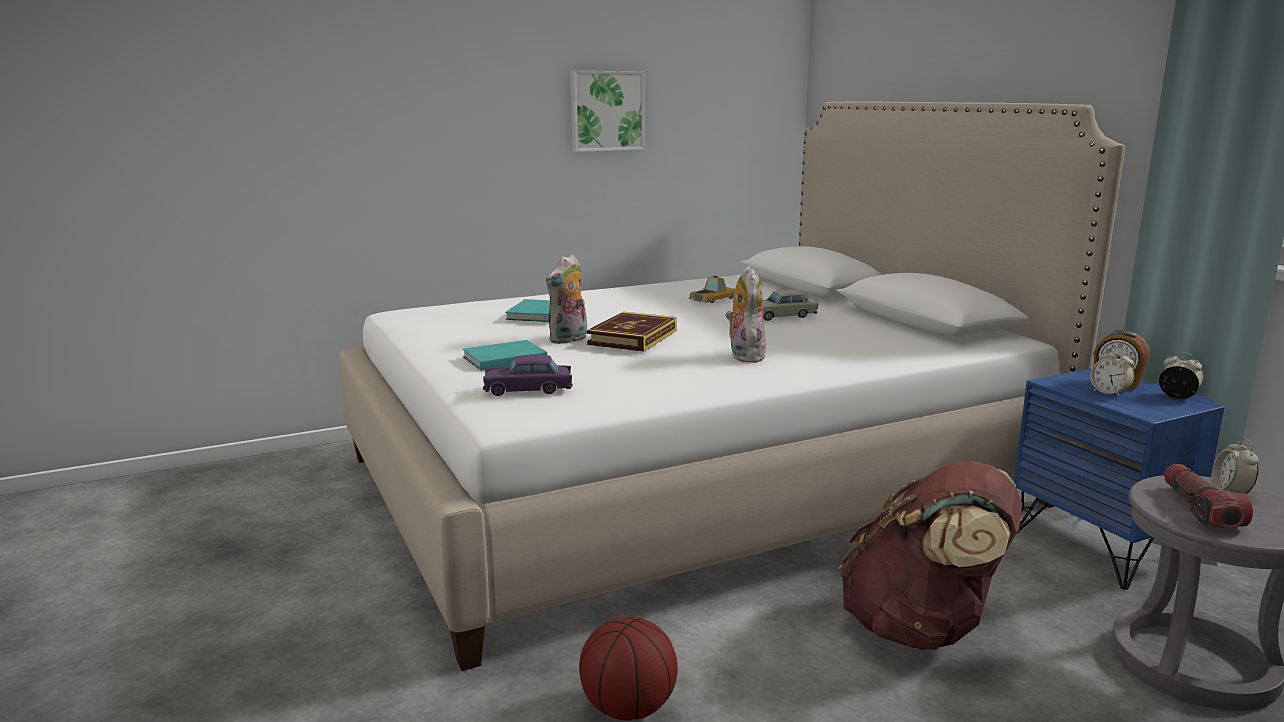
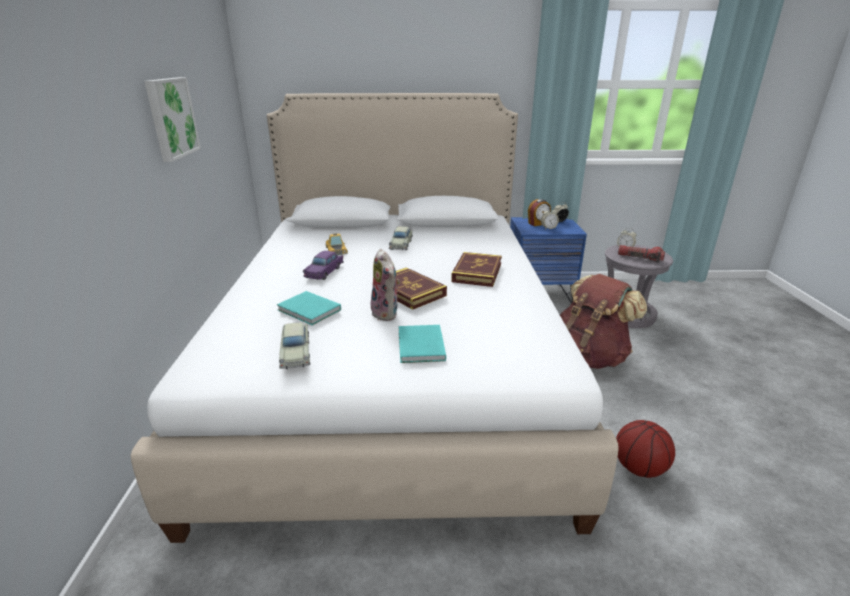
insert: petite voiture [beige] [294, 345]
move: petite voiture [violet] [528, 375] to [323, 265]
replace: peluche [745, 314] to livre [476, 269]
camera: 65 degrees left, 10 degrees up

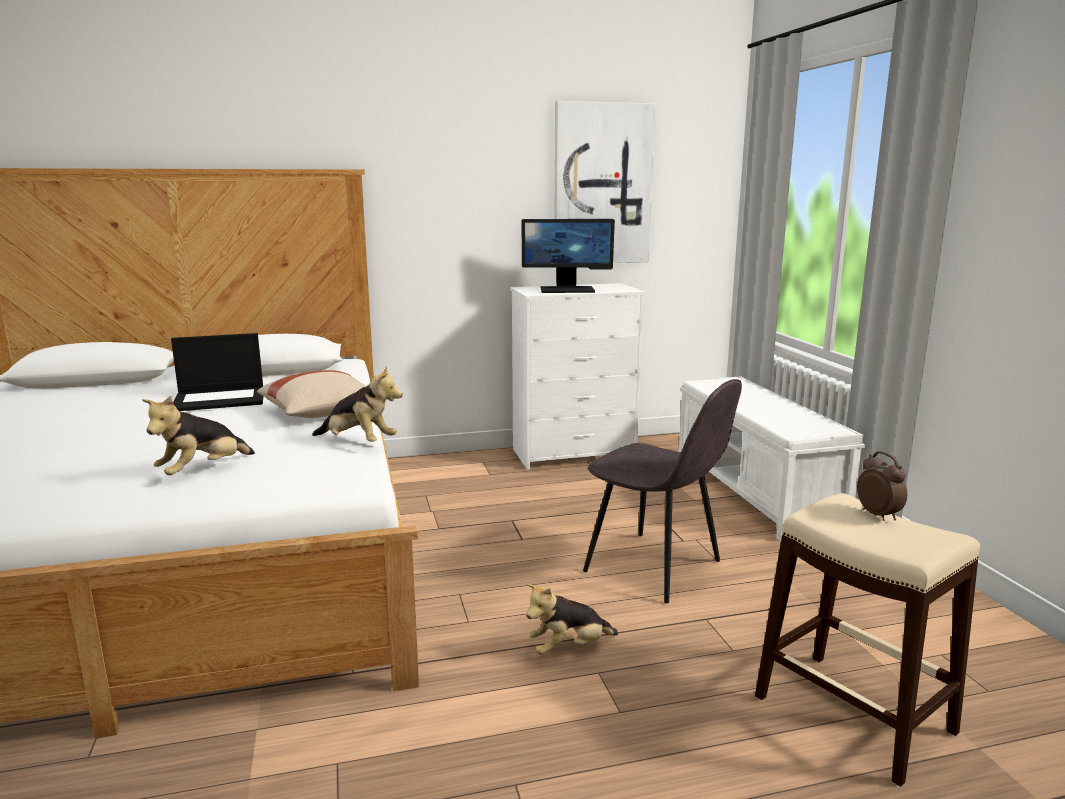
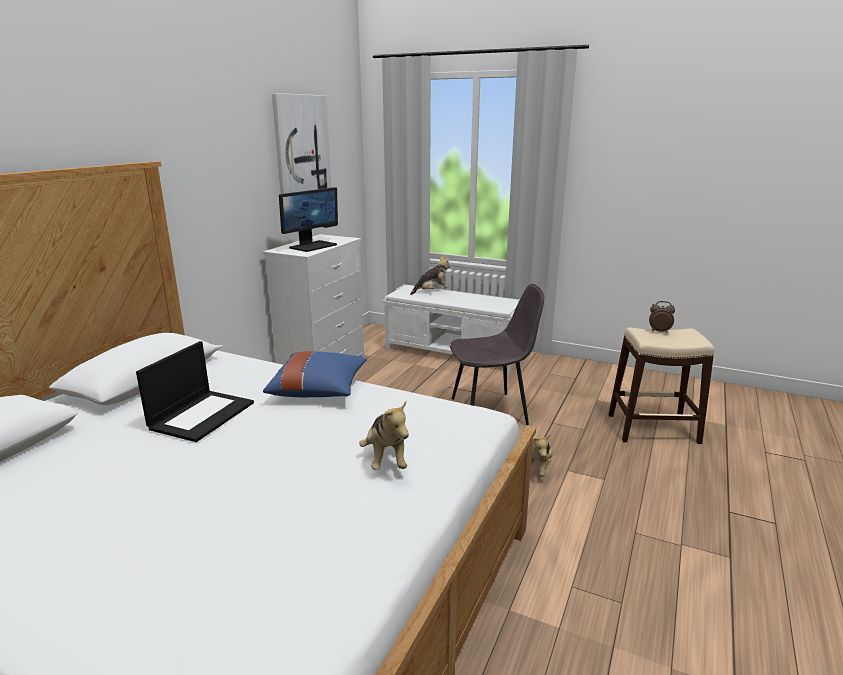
move: peluche [357, 403] to [430, 275]
recolor: coussin [beige] [311, 394] to coussin [bleu] [315, 374]
camera: 50 degrees left, 5 degrees up

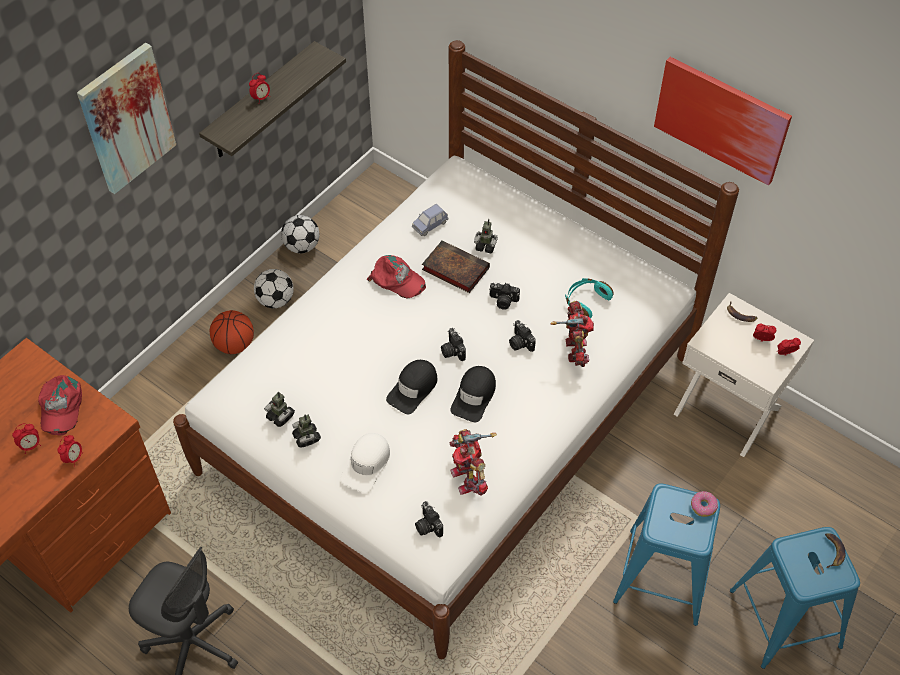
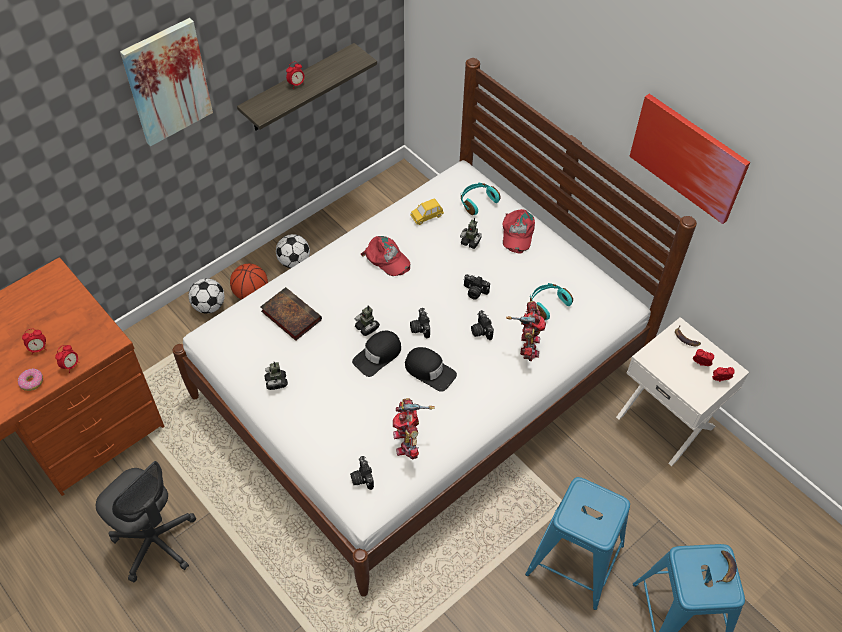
delete: casquette [blanc] [365, 463]
insert: casque audio [turquoise] [481, 198]
move: casquette [rouge] [60, 405] to [519, 231]; robot jouet [279, 409] to [367, 320]; ballon de foot [300, 234] to [206, 296]; livre [456, 266] to [291, 314]; beignet [704, 504] to [30, 380]
recolor: petite voiture [bleu] [430, 220] to petite voiture [jaune] [427, 211]
rotate: casquette [noir] [473, 394] = [431, 369] 90 degrees counterclockwise
camera: 10 degrees right, 0 degrees up

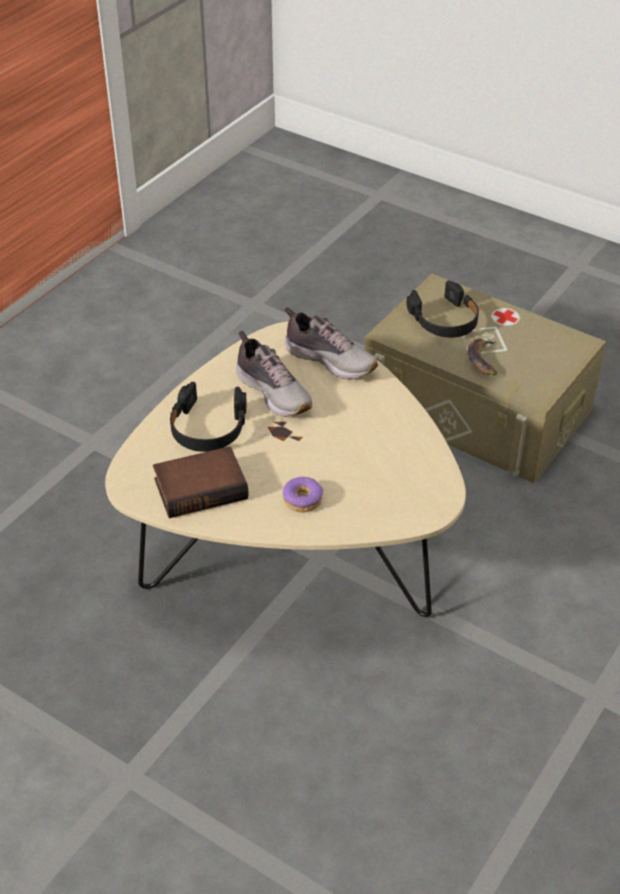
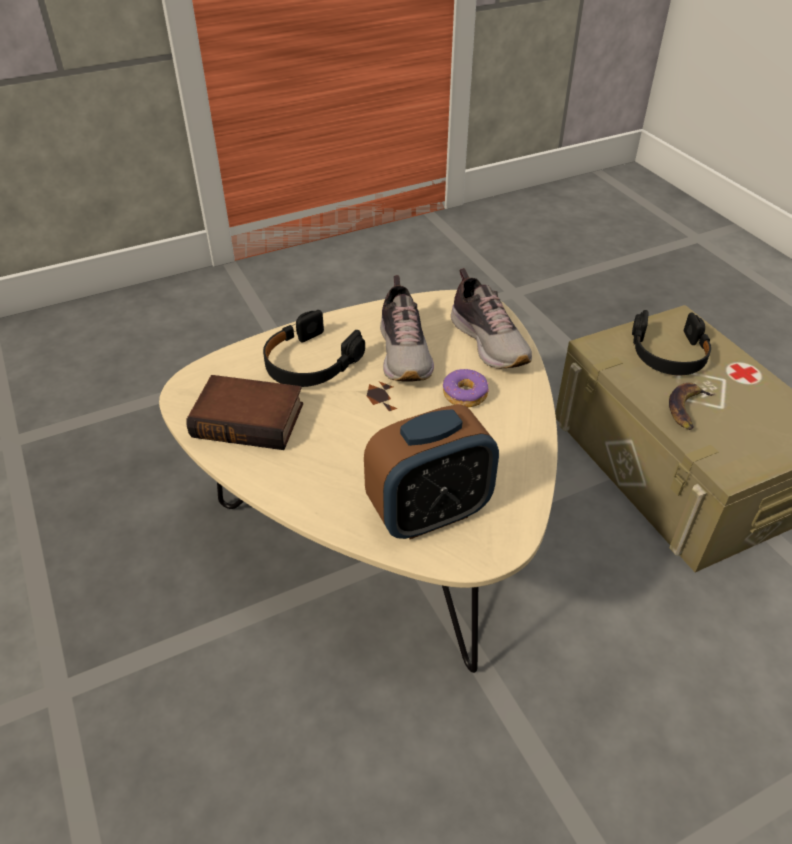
insert: réveil [431, 471]
move: beignet [303, 494] to [466, 388]
camera: 30 degrees right, 0 degrees up

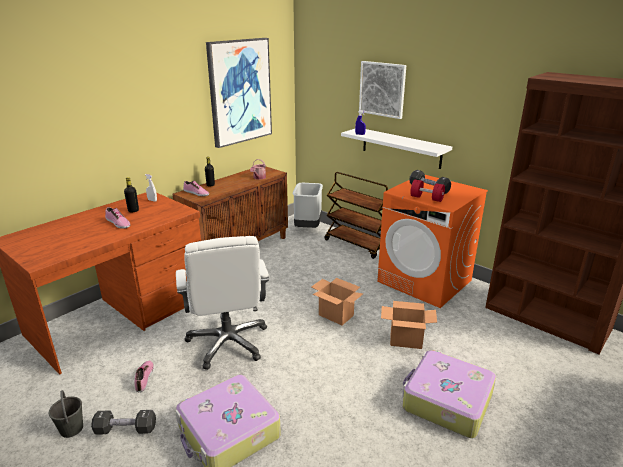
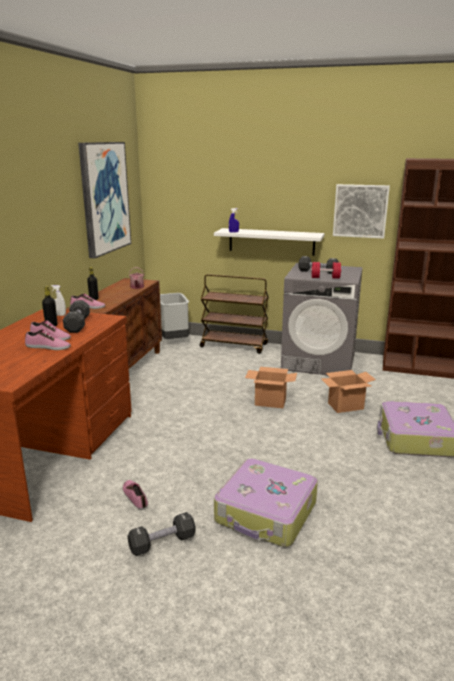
delete: seau [gris] [66, 414]; chaise de bureau [blanc] [223, 303]
insert: chaussure [48, 339]; haltère [noir] [76, 316]
move: tableau [383, 90] to [361, 211]
recolor: lave-linge [orange] [432, 241] to lave-linge [gris] [322, 319]
camera: 25 degrees left, 5 degrees down

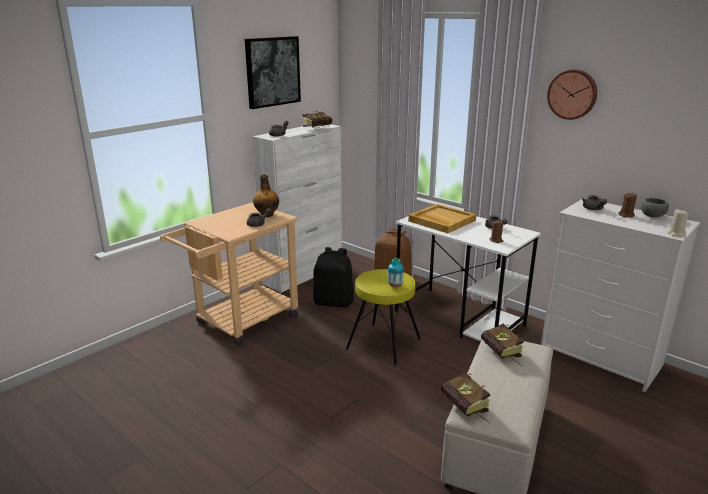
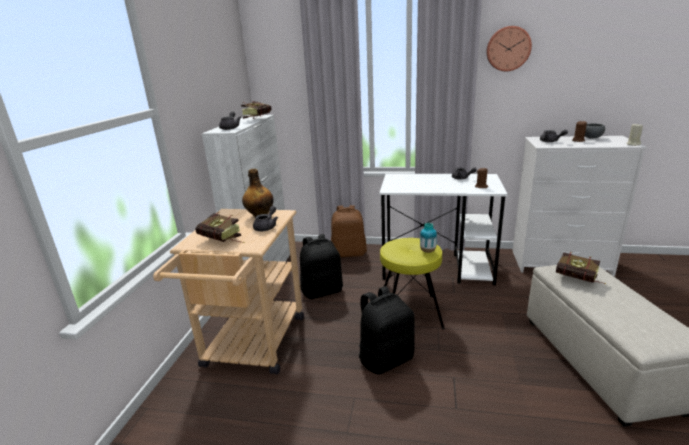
delete: tableau [273, 72]; plateau [beige] [442, 218]
insert: sac à dos [noir] [387, 330]
move: livre [465, 398] to [219, 227]
camera: 30 degrees left, 0 degrees up

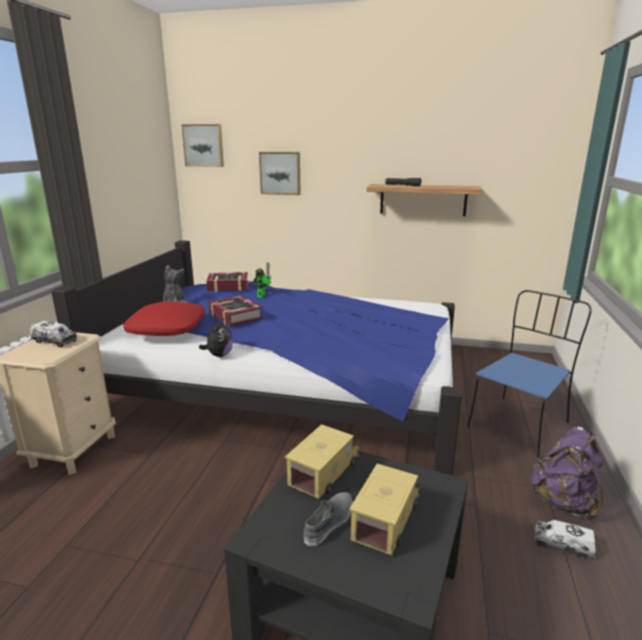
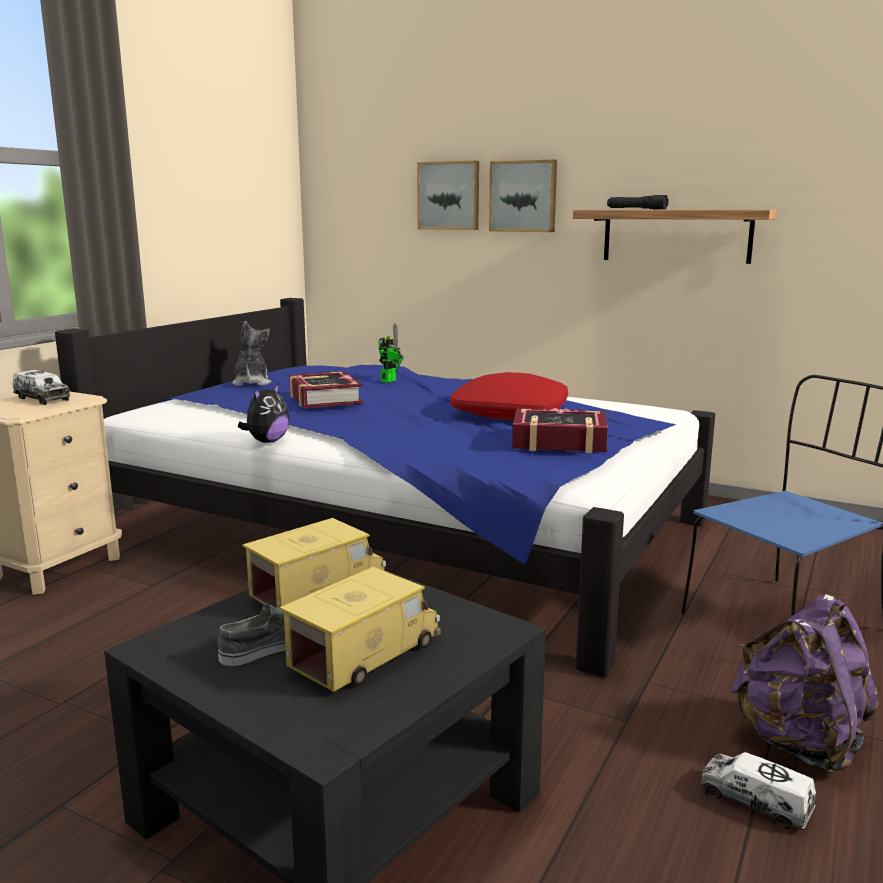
move: coussin [rouge] [164, 318] to [509, 396]; tableau [202, 145] to [523, 195]; livre [227, 282] to [560, 430]
camera: 15 degrees right, 5 degrees down

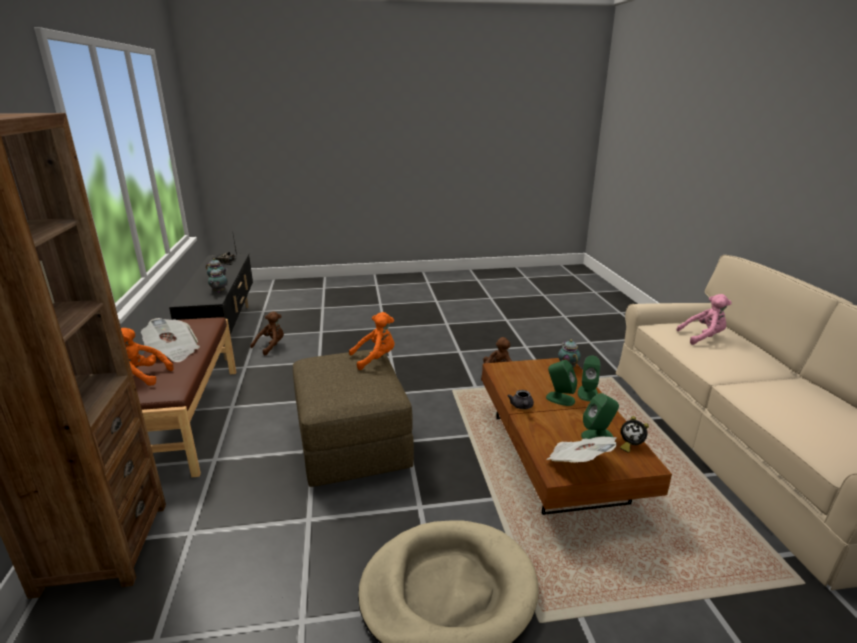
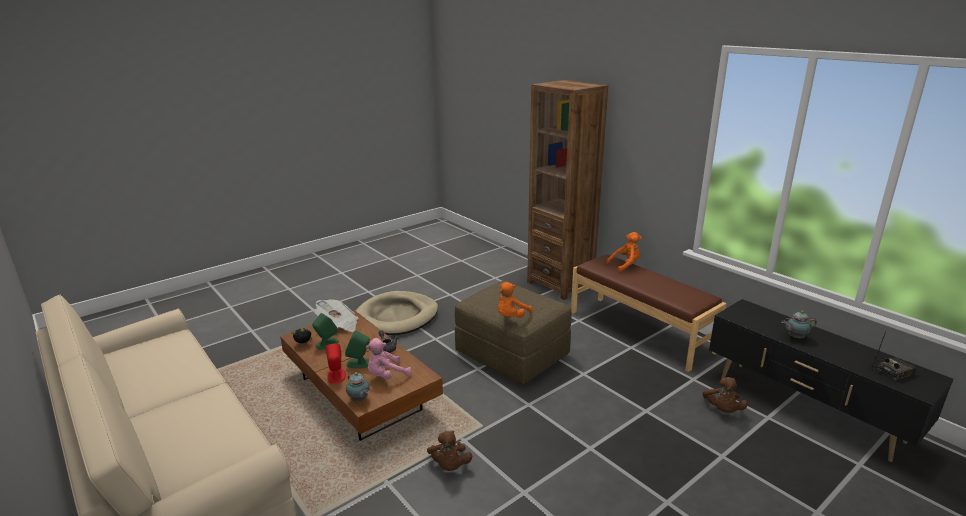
delete: journal [170, 340]; théière [217, 280]
move: peluche [rose] [704, 319] to [388, 359]
recolor: enceinte [vert] [589, 378] to enceinte [rouge] [336, 363]
camera: 150 degrees right, 0 degrees up

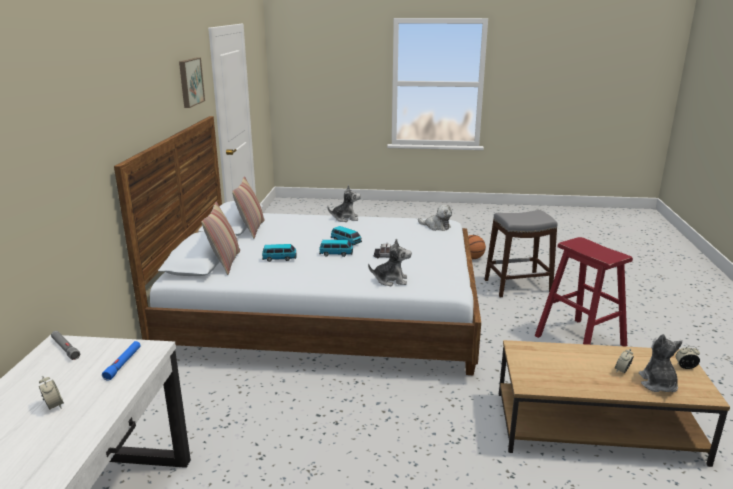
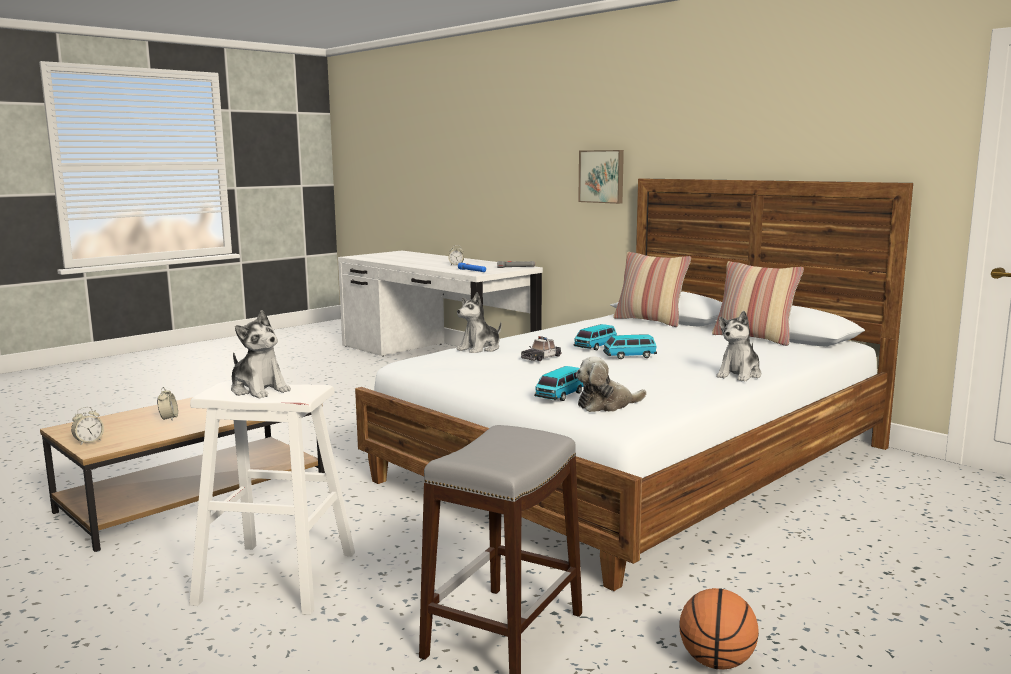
move: tableau [192, 83] to [601, 177]; petite voiture [279, 253] to [558, 383]; peluche [660, 363] to [261, 354]
recolor: tabouret [rouge] [584, 292] to tabouret [blanc] [272, 498]
camera: 130 degrees right, 10 degrees down

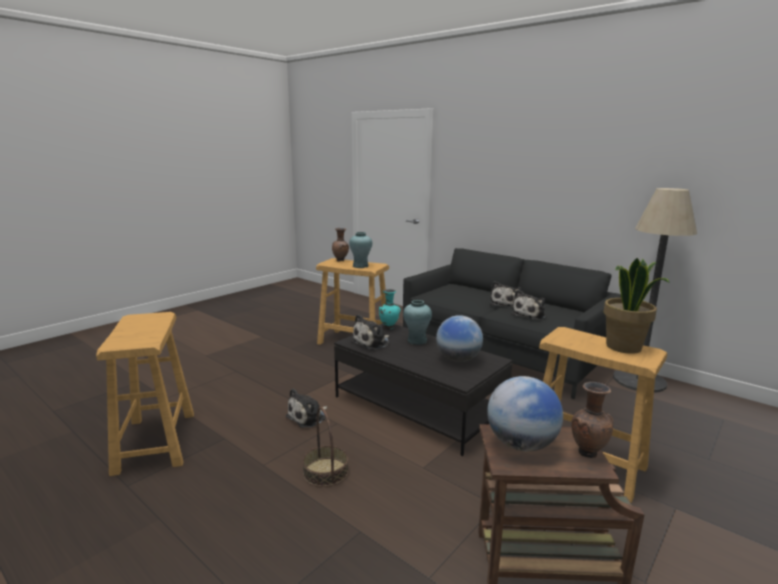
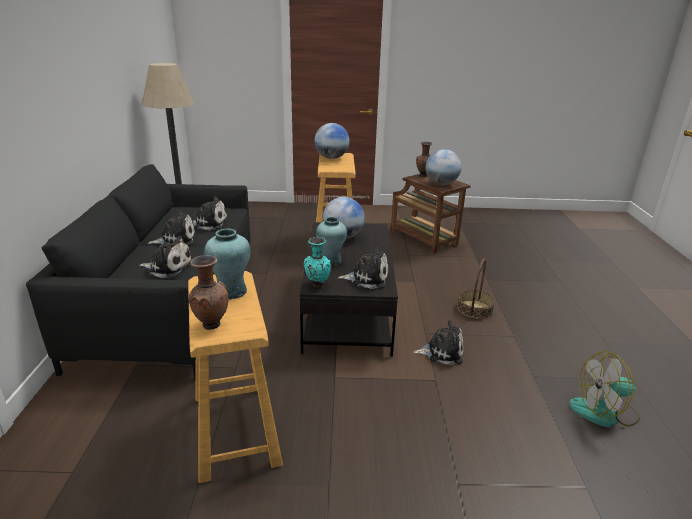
insert: peluche [165, 257]
replace: tabouret [beige] [145, 394] to ventilateur [604, 389]; plante en pot [636, 306] to globe [332, 141]
camera: 130 degrees left, 10 degrees up

